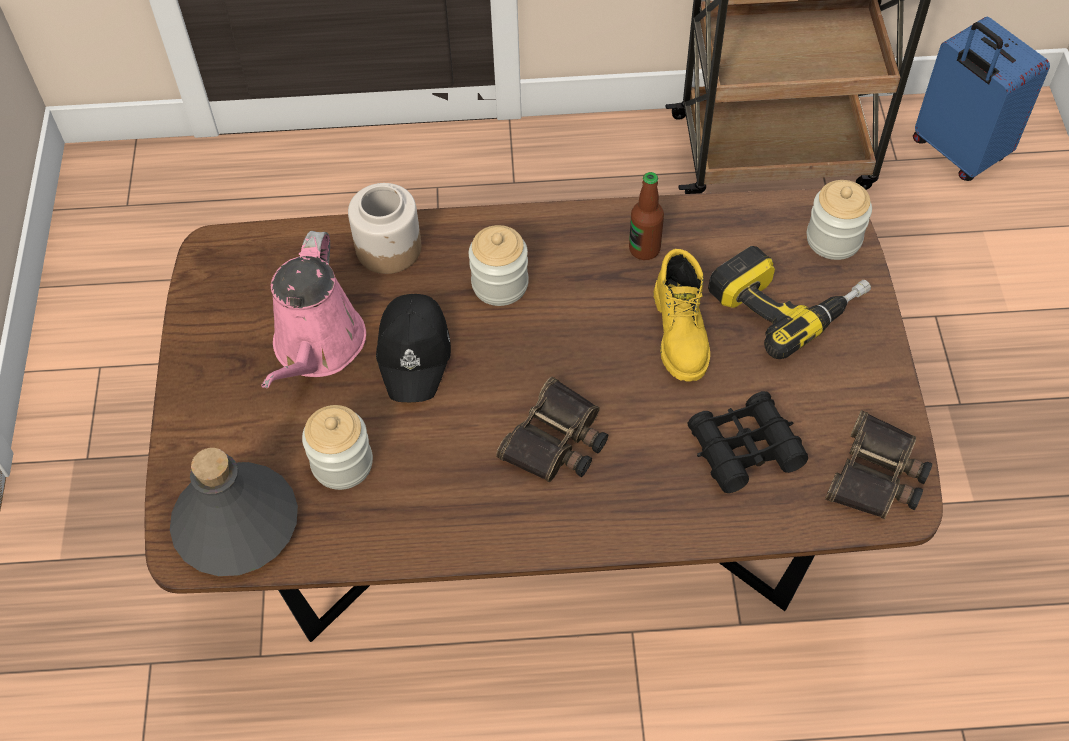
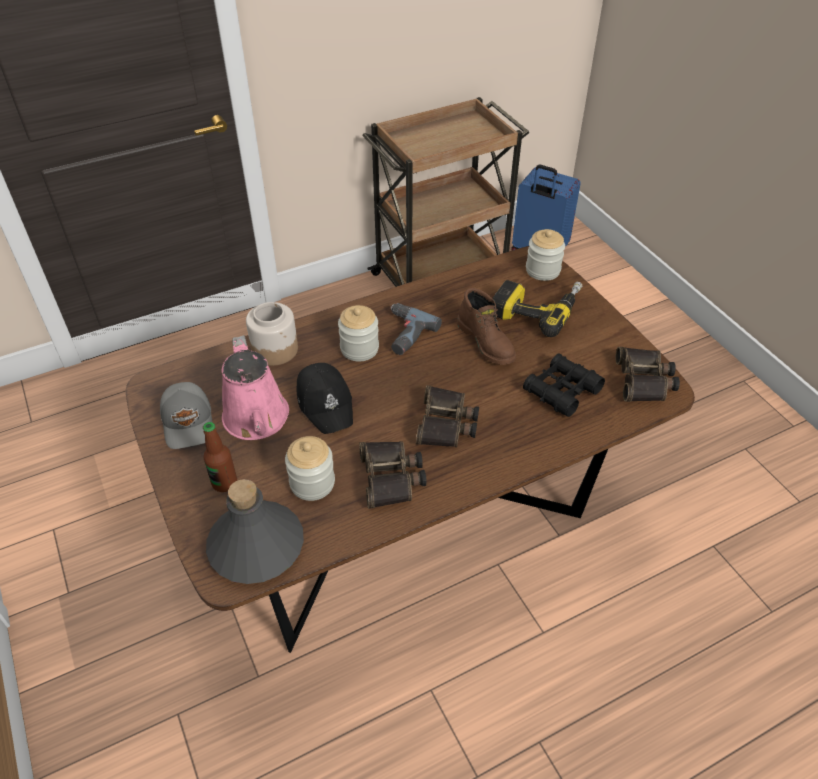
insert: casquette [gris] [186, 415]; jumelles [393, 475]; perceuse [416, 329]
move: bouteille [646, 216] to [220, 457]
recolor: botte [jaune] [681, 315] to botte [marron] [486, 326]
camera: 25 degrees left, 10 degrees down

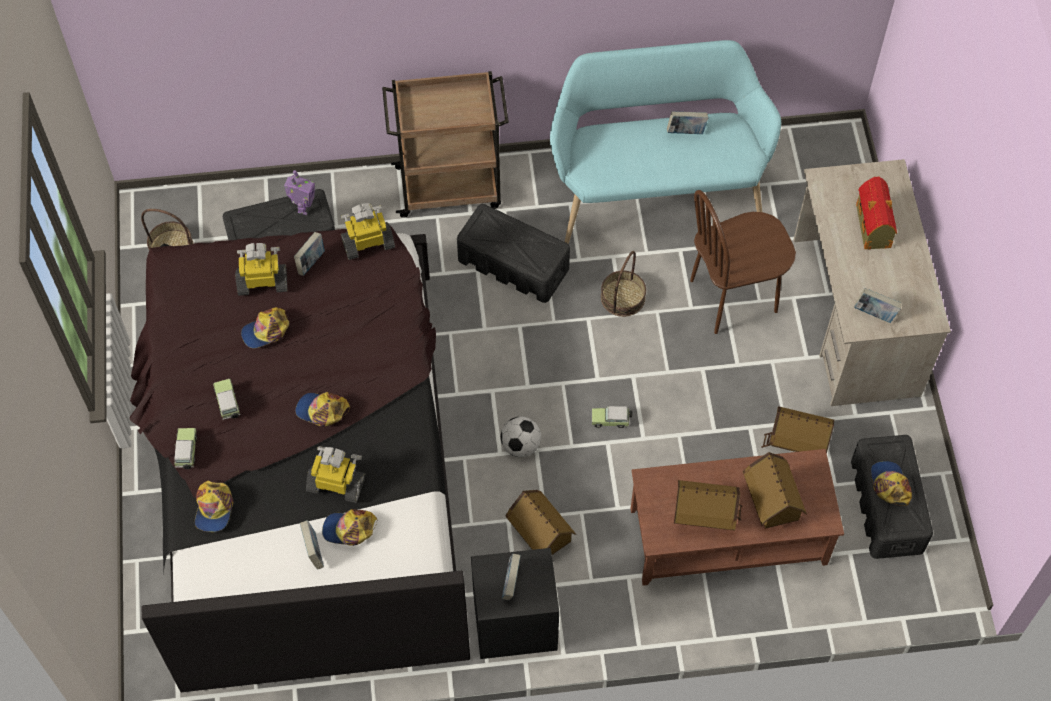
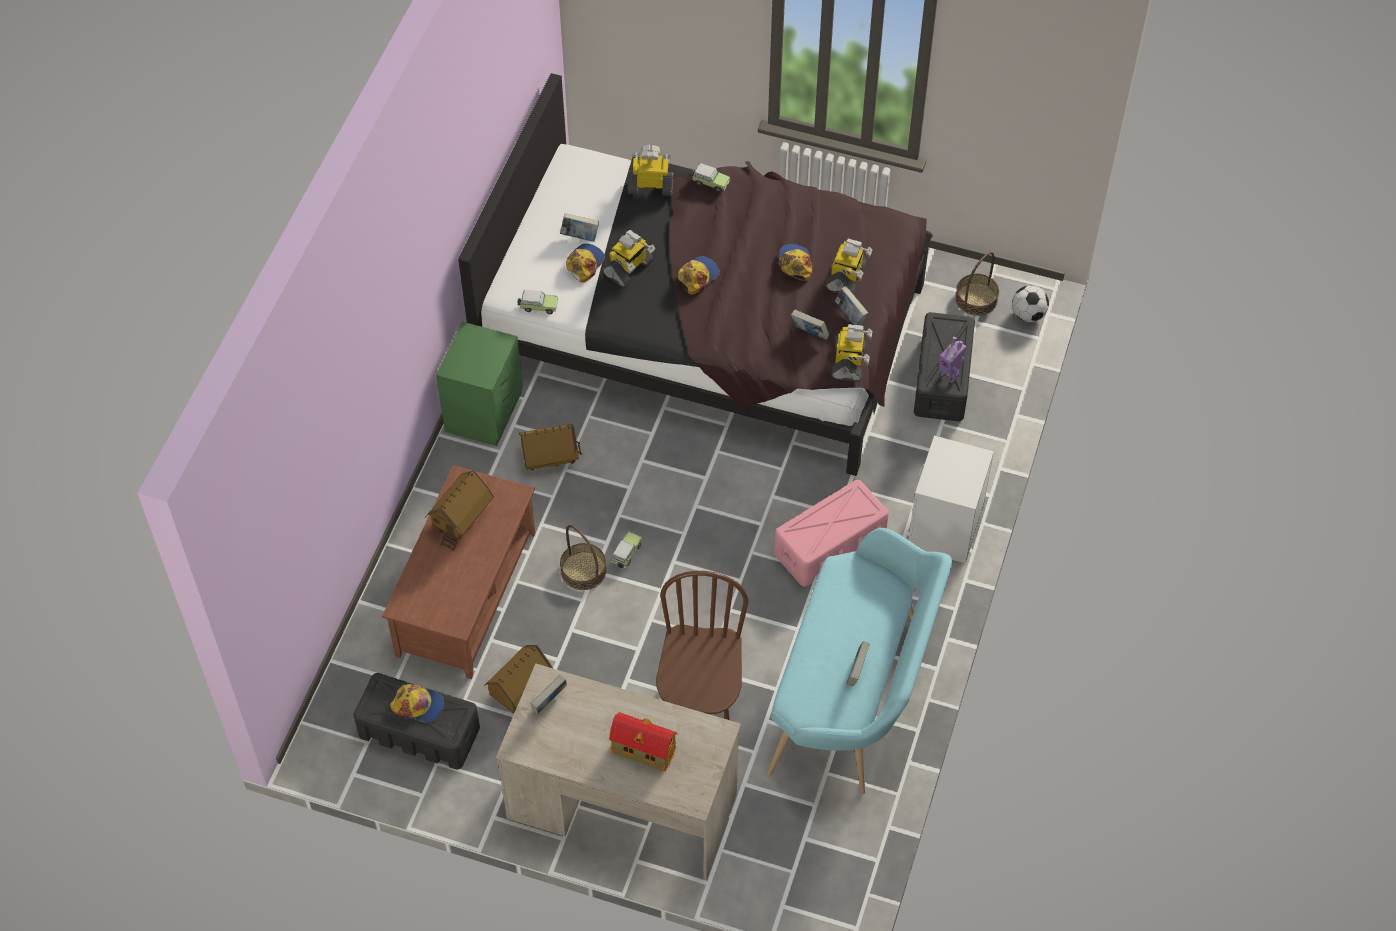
delete: maison miniature [775, 490]
move: petite voiture [227, 399] to [538, 302]; ballon de foot [521, 437] to [1030, 303]; livre [511, 577] to [810, 325]; panier [623, 284] to [583, 557]
replace: casquette [214, 506] to robot jouet [651, 170]; chariot [marron] [445, 144] to table de chevet [blanc] [951, 500]
recolor: boîte de rangement [noir] [513, 253] to boîte de rangement [rose] [831, 533]; table de chevet [noir] [515, 603] to table de chevet [vert] [479, 384]
camera: 115 degrees right, 5 degrees down

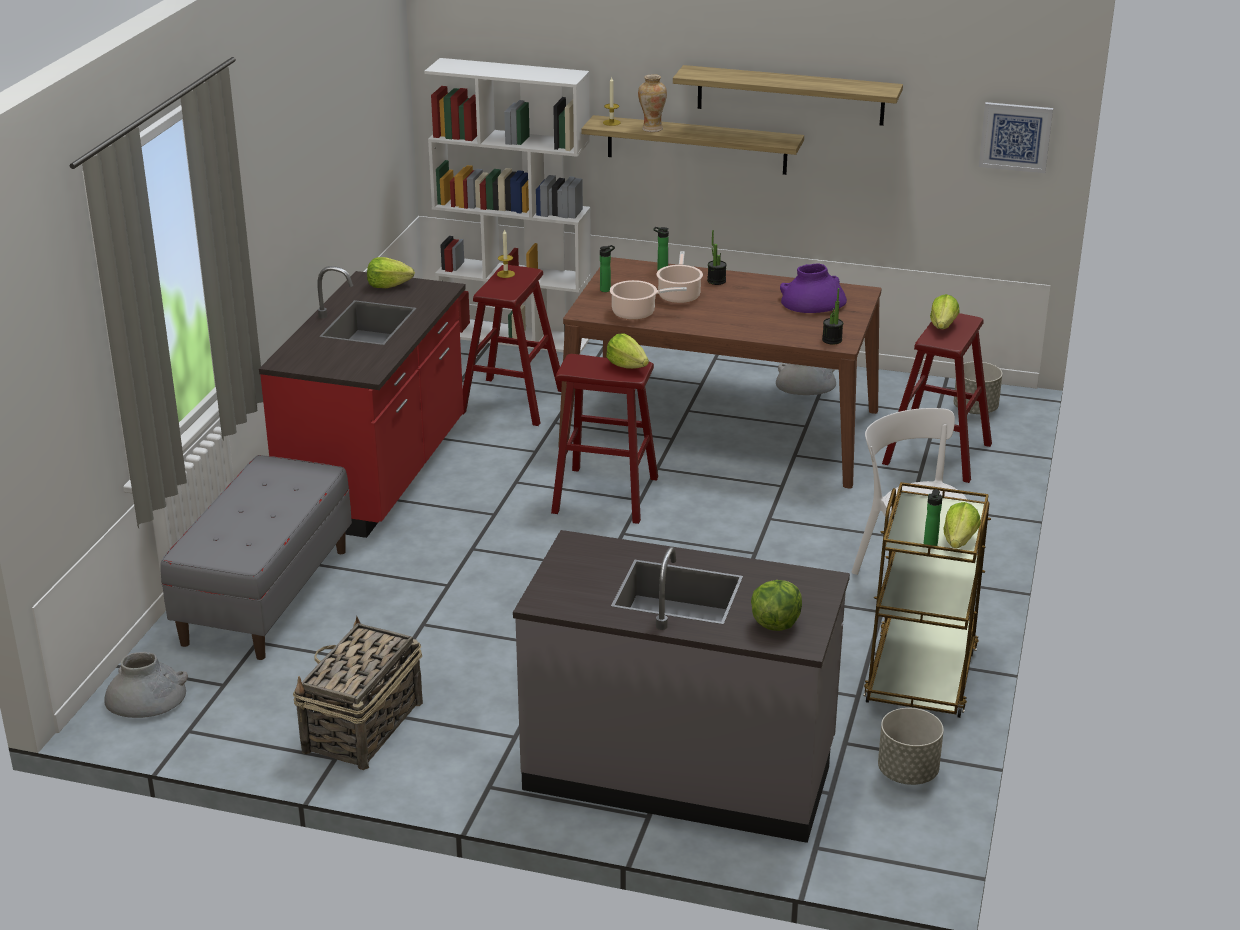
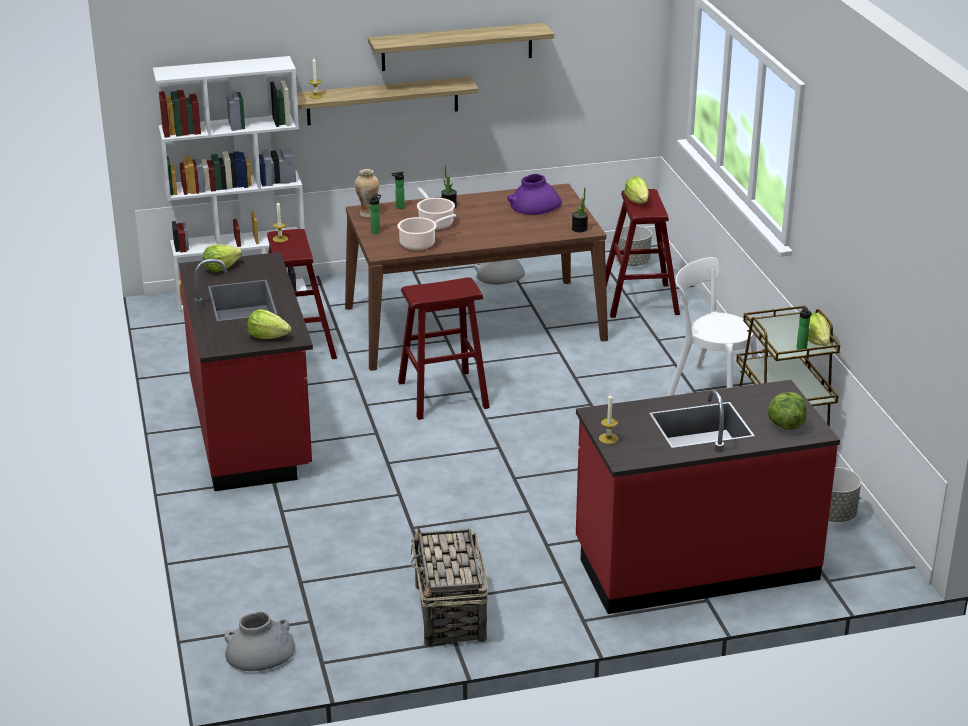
delete: banc [gris] [256, 557]; tableau [1016, 137]
insert: bougie [609, 418]
move: laitue [628, 351] to [269, 324]; vase [652, 103] to [367, 193]
recolor: comptoir de cuisine [gris] [681, 686] to comptoir de cuisine [rouge] [708, 497]
camera: 30 degrees left, 0 degrees up

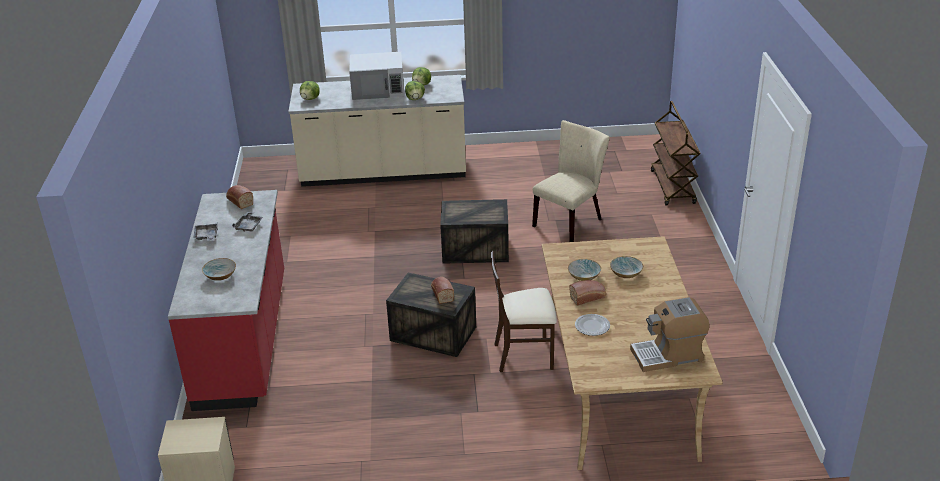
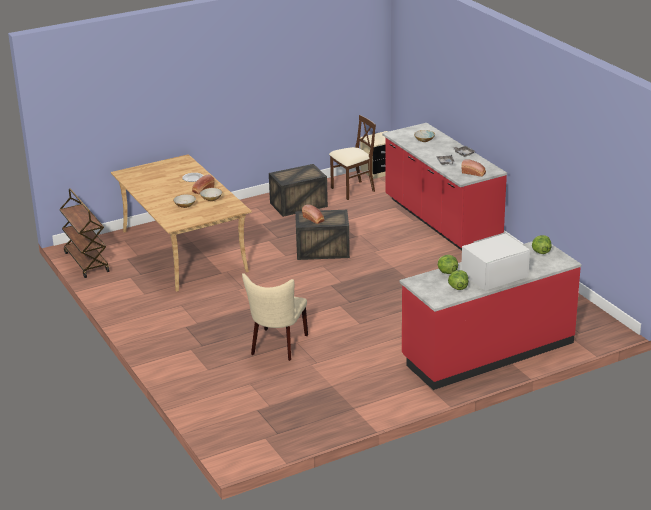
delete: machine à café [669, 334]
move: caisse [474, 231] to [298, 190]; chaise [beige] [524, 311] to [352, 157]; chariot [marron] [675, 153] to [84, 233]
recolor: comptoir de cuisine [beige] [377, 131] to comptoir de cuisine [rouge] [490, 315]
camera: 155 degrees right, 5 degrees down

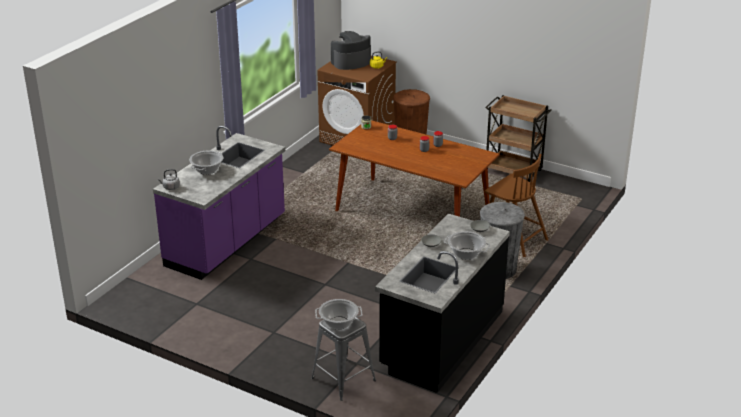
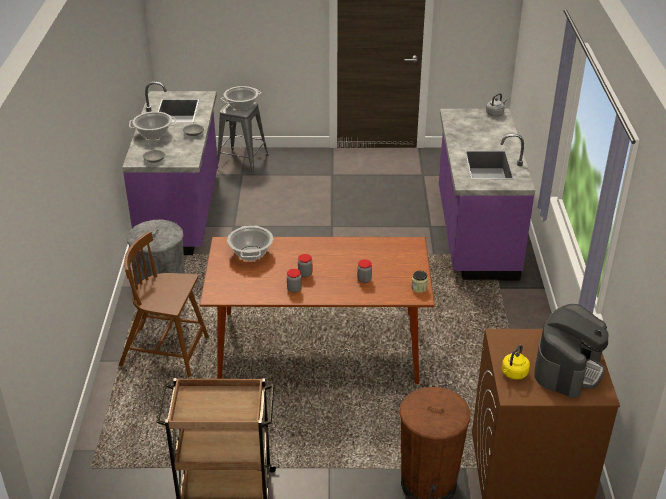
move: marmite [206, 163] to [250, 243]
recolor: comptoir de cuisine [noir] [442, 303] to comptoir de cuisine [violet] [170, 168]
camera: 150 degrees right, 5 degrees up

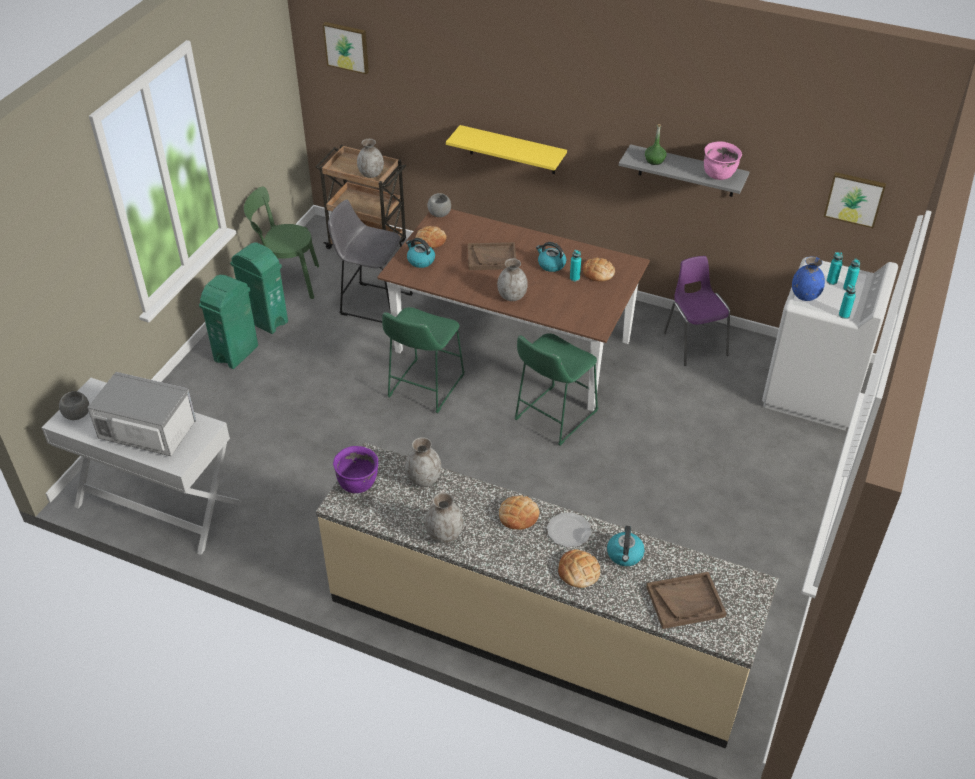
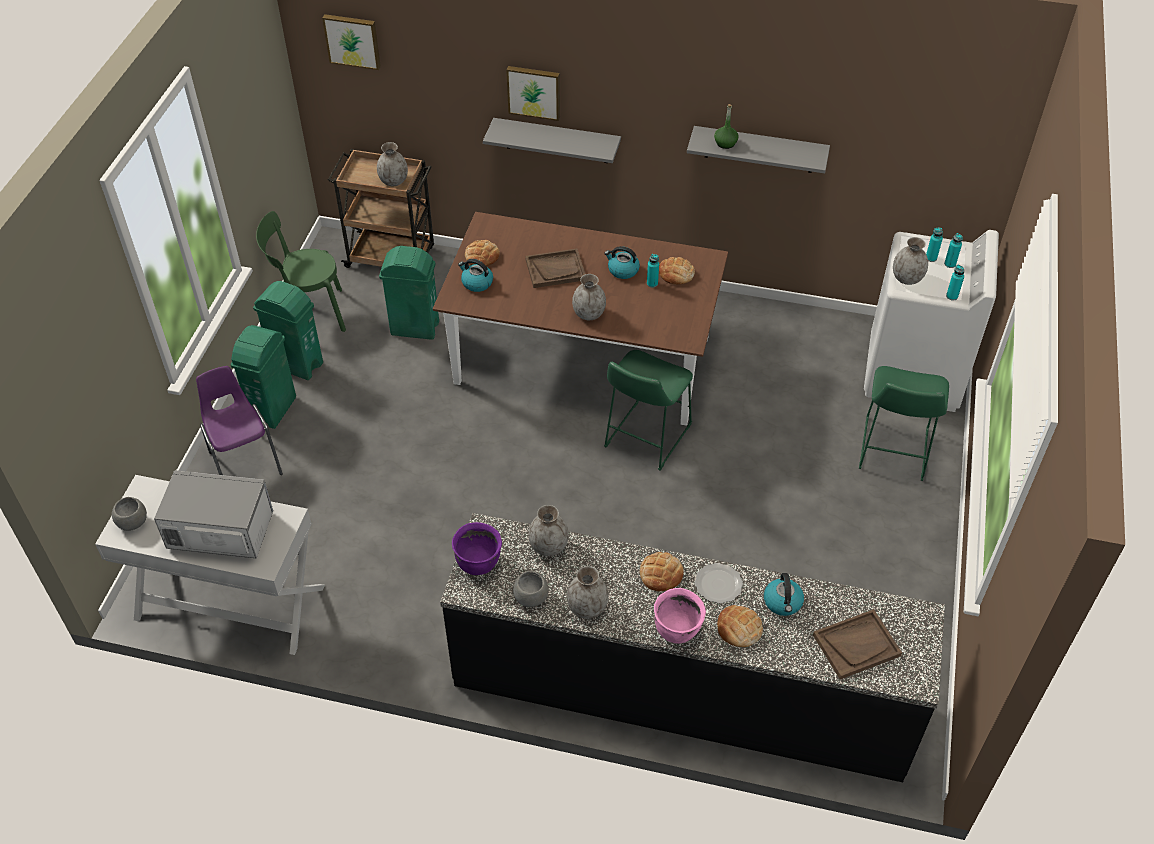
move: tabouret [vert] [423, 360] to [904, 423]; bol [gris] [439, 205] to [530, 589]; chaise [violet] [697, 311] to [239, 420]; marmite [rose] [723, 160] to [680, 616]; tableau [855, 200] to [533, 93]
replace: tabouret [gris] [370, 261] to poubelle [vert] [409, 293]
recolor: comptoir de cuisine [beige] [547, 595] to comptoir de cuisine [noir] [692, 647]; étagère [jaune] [506, 149] to étagère [gris] [552, 140]; vase [bleu] [808, 278] to vase [gris] [910, 261]
camera: 10 degrees left, 5 degrees up

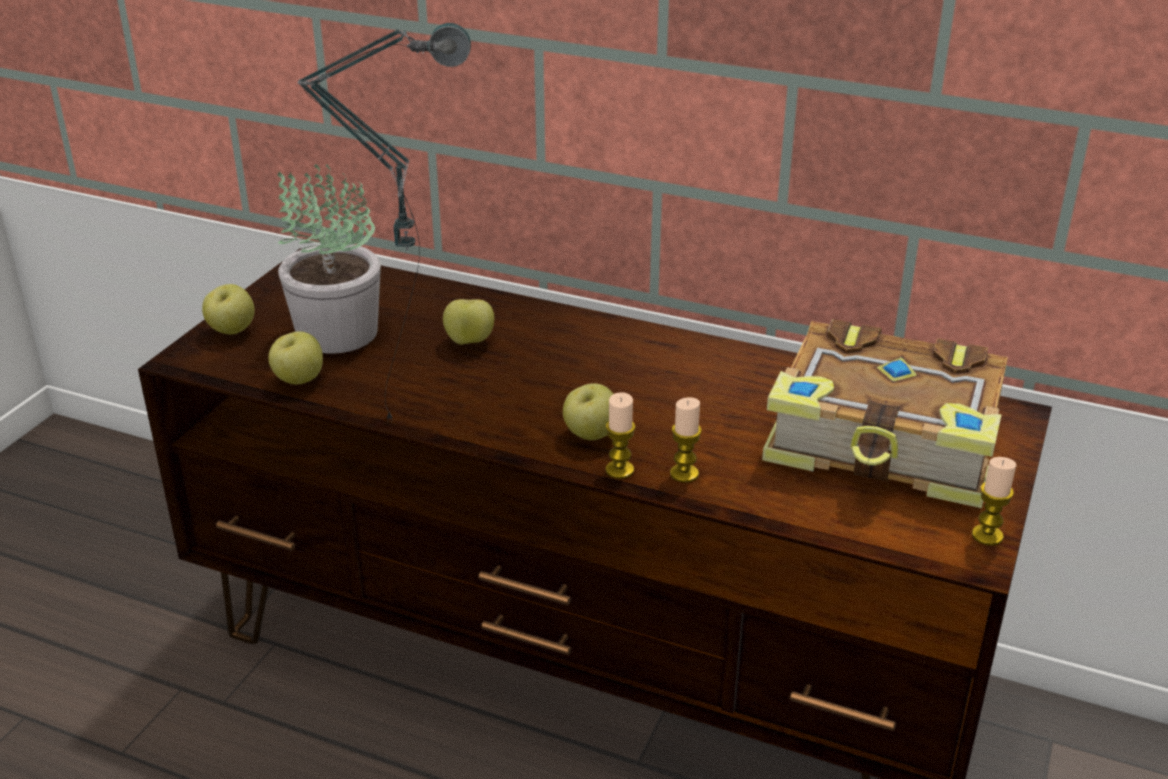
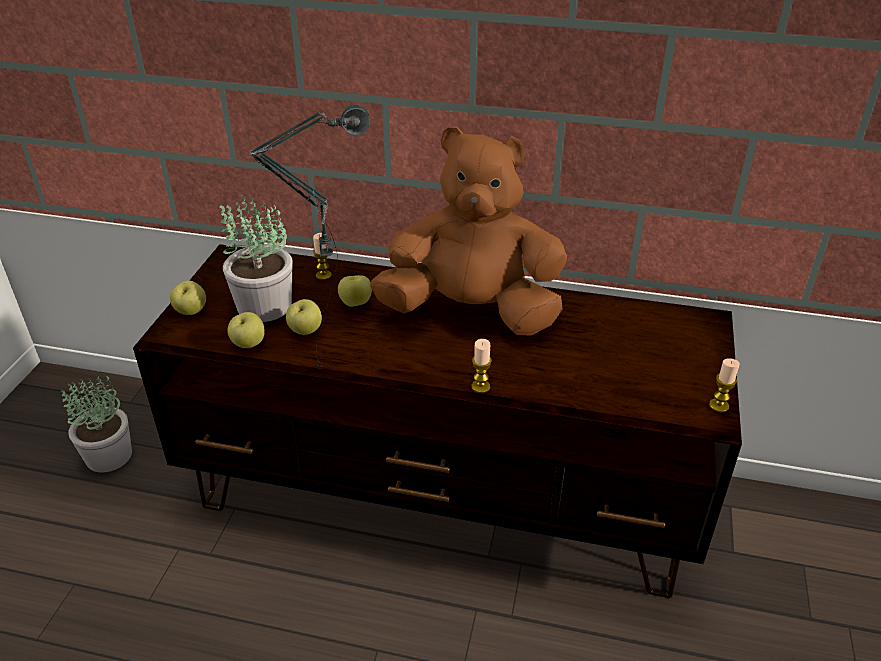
delete: livre [885, 413]
insert: plante en pot [96, 424]; peluche [marron] [468, 231]
move: pomme [588, 411] to [304, 317]; bougie [686, 440] to [322, 256]
camera: 10 degrees left, 5 degrees up

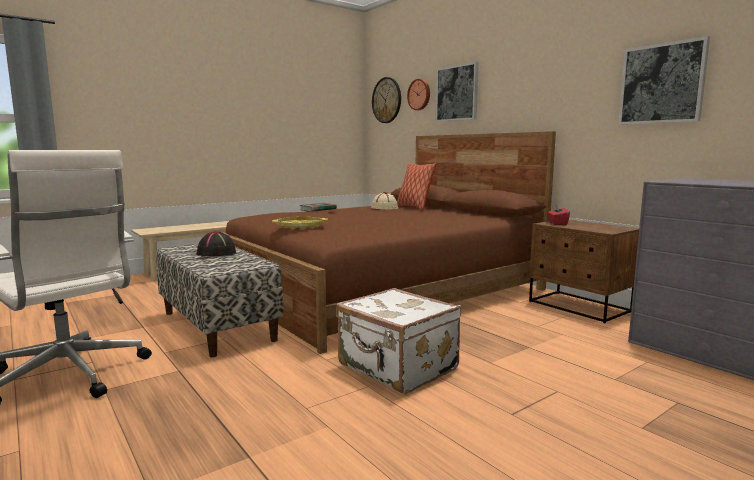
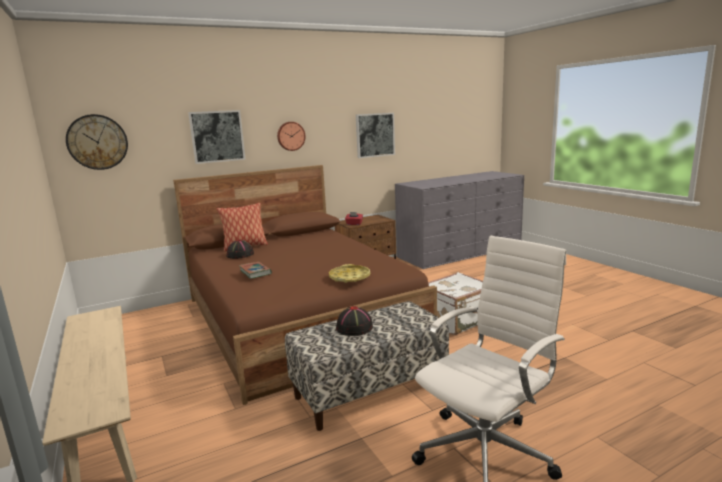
move: horloge murale [418, 94] to [291, 136]
recolor: chapeau [beige] [384, 200] to chapeau [noir] [240, 249]
camera: 80 degrees left, 5 degrees up

